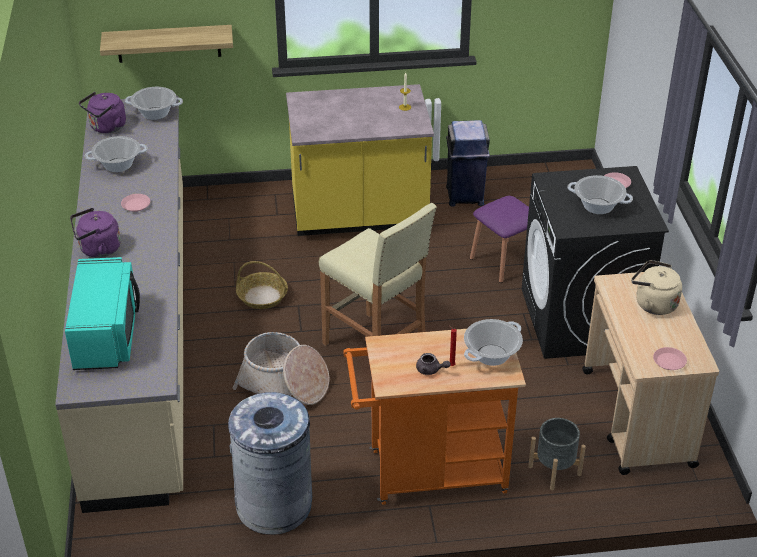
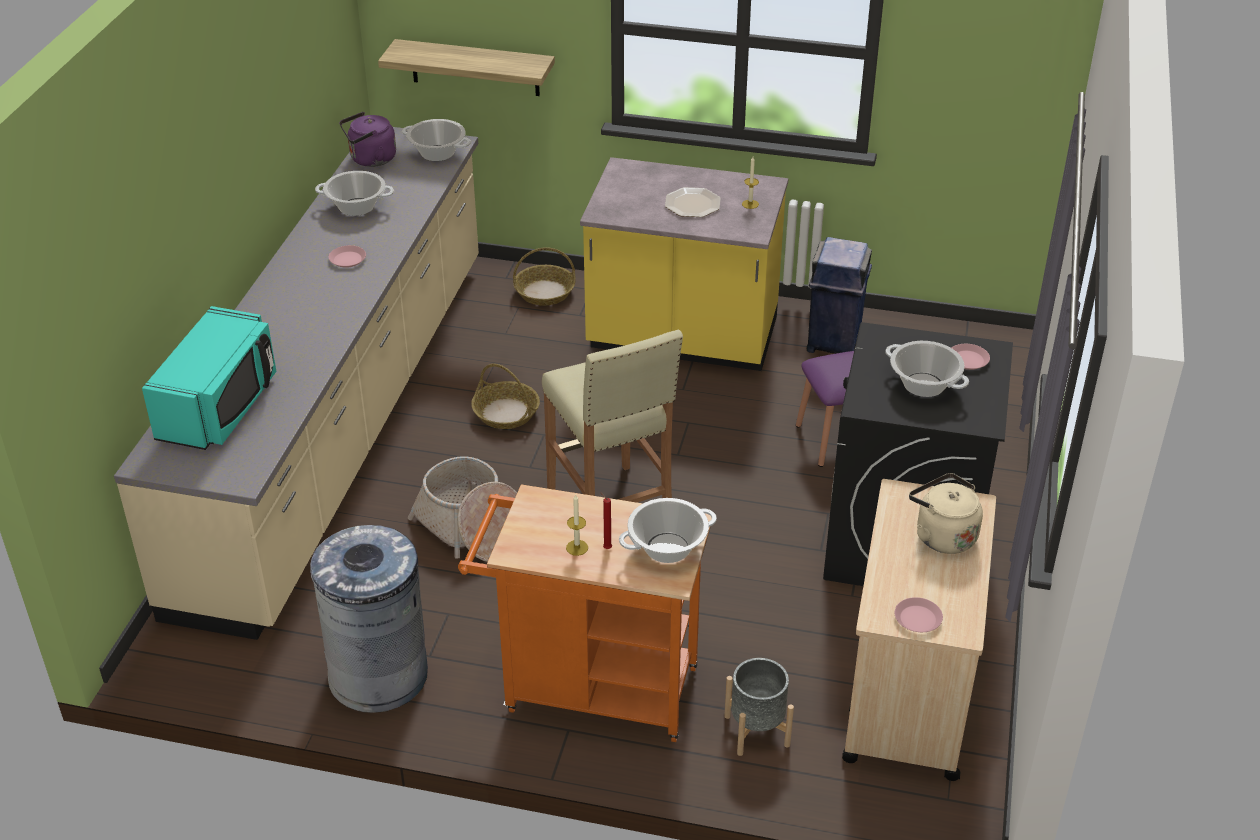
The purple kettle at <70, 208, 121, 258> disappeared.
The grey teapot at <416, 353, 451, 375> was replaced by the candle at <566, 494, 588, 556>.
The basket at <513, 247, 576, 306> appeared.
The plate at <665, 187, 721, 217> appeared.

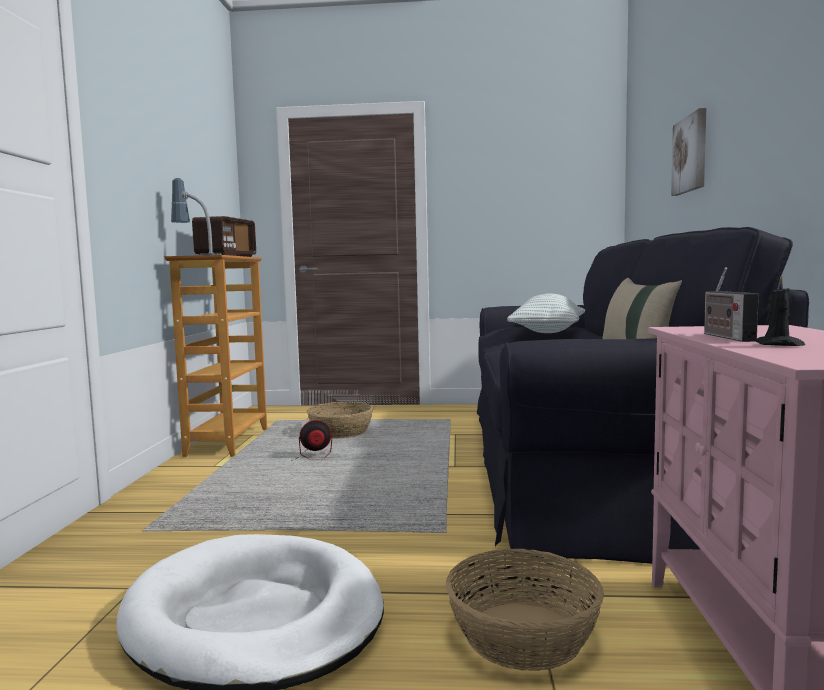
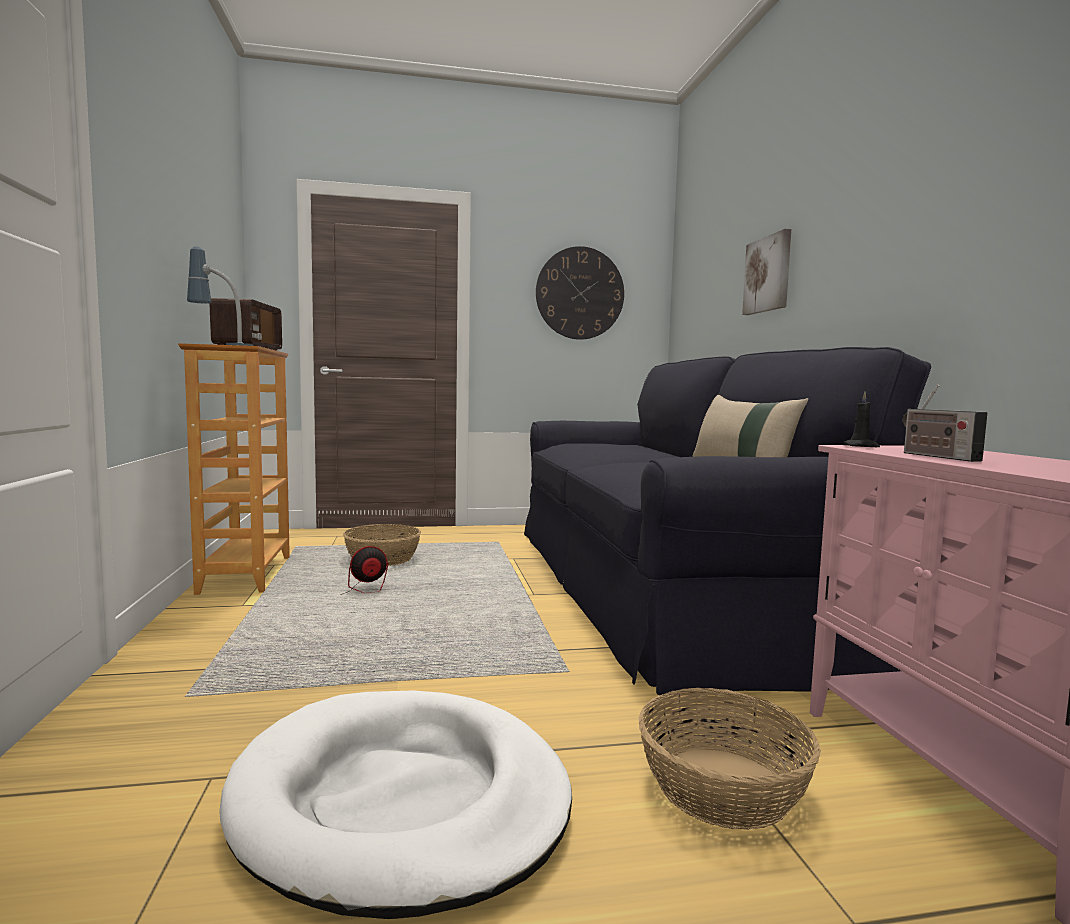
The pillow at <507, 293, 585, 333> disappeared.
The black candle moved from <756, 275, 805, 346> to <843, 392, 880, 447>.
The wall clock at <536, 246, 624, 340> appeared.

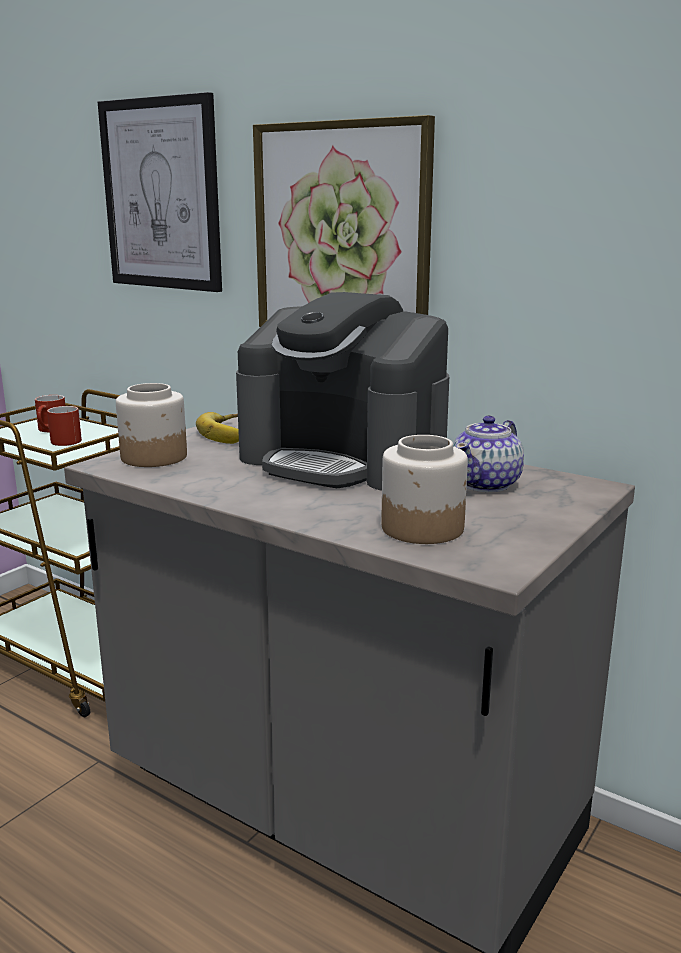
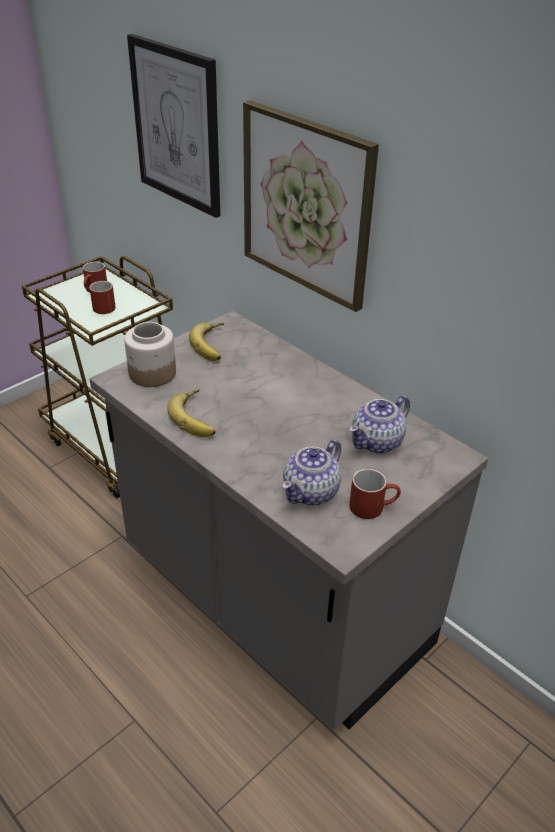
The coffee machine at <236, 292, 449, 491> disappeared.
The jar at <381, 435, 468, 544> was replaced by the teapot at <282, 440, 341, 506>.
The banana at <167, 389, 216, 438> appeared.
The red mug at <349, 469, 401, 519> appeared.

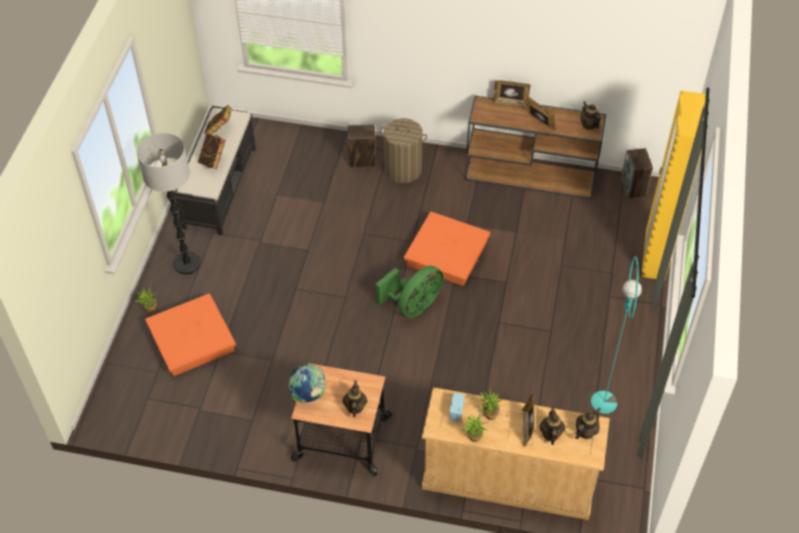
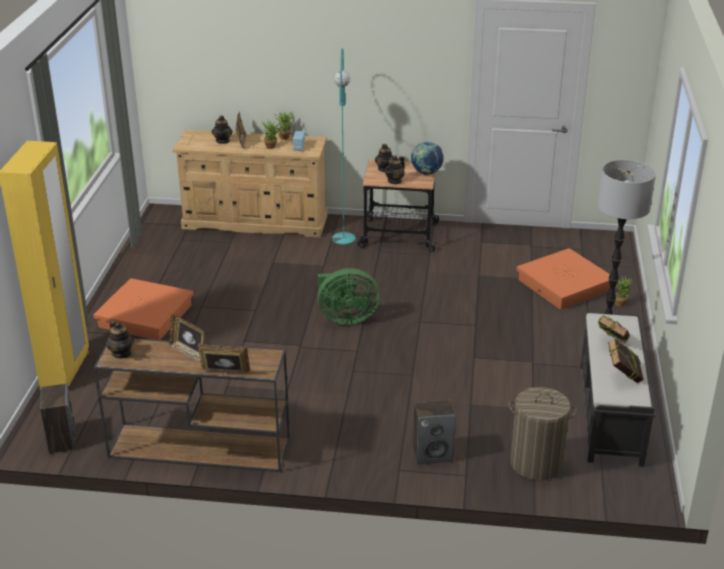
The green fan at <375, 266, 444, 318> turned 135 degrees counterclockwise.
The laundry basket moved from <380, 118, 427, 183> to <509, 387, 577, 480>.
The orange storage box moved from <404, 211, 490, 286> to <93, 278, 194, 340>.
The teapot moved from <575, 408, 600, 439> to <385, 155, 405, 184>.
The turquoise floor lamp moved from <591, 256, 642, 414> to <332, 49, 356, 245>.

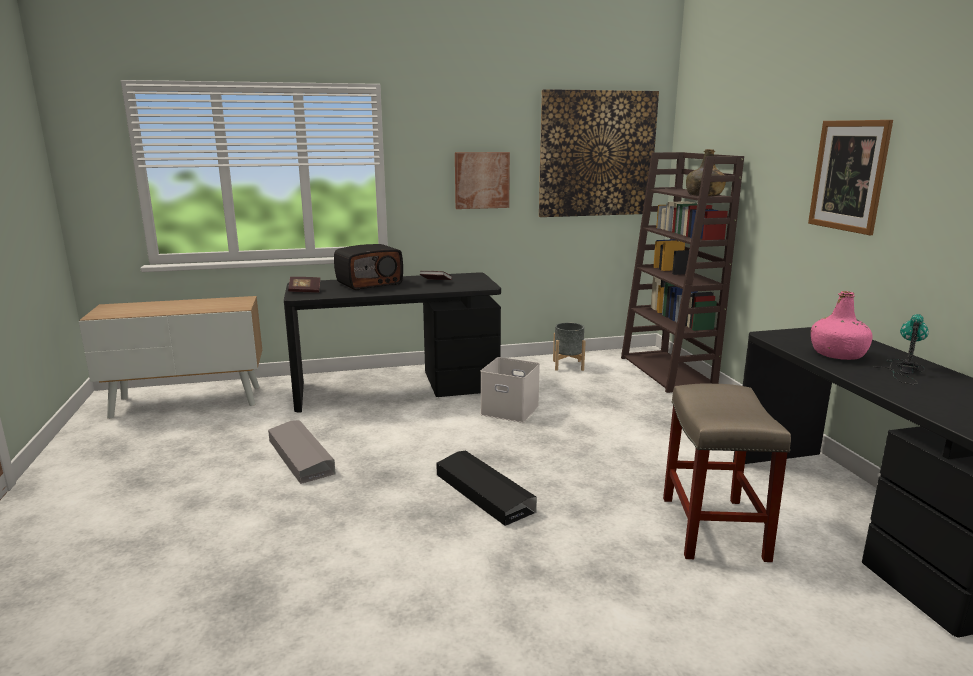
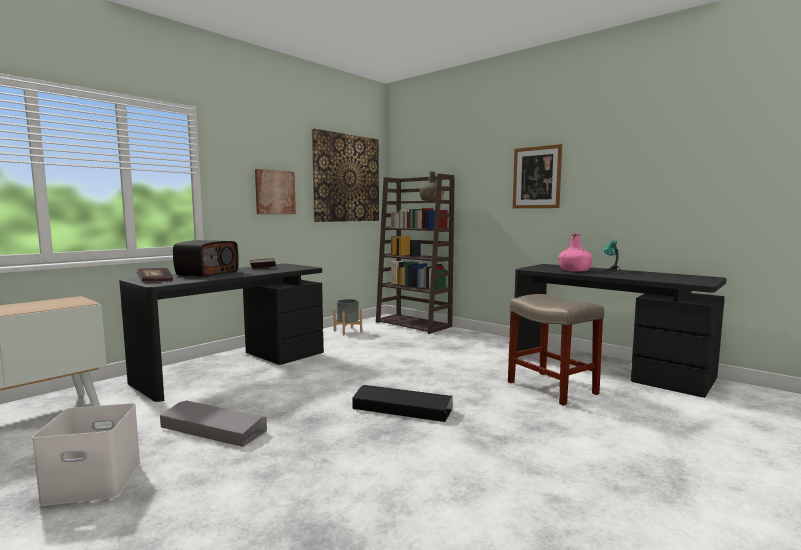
The white storage box moved from <480, 357, 540, 423> to <32, 403, 141, 506>.

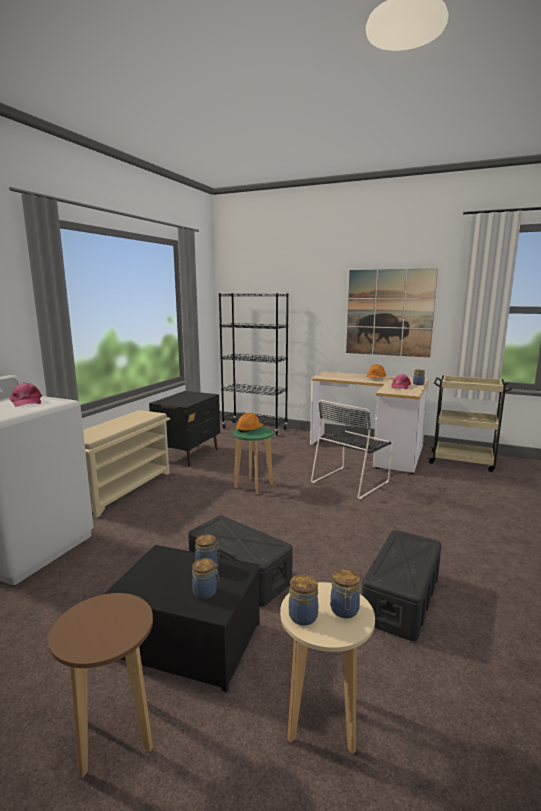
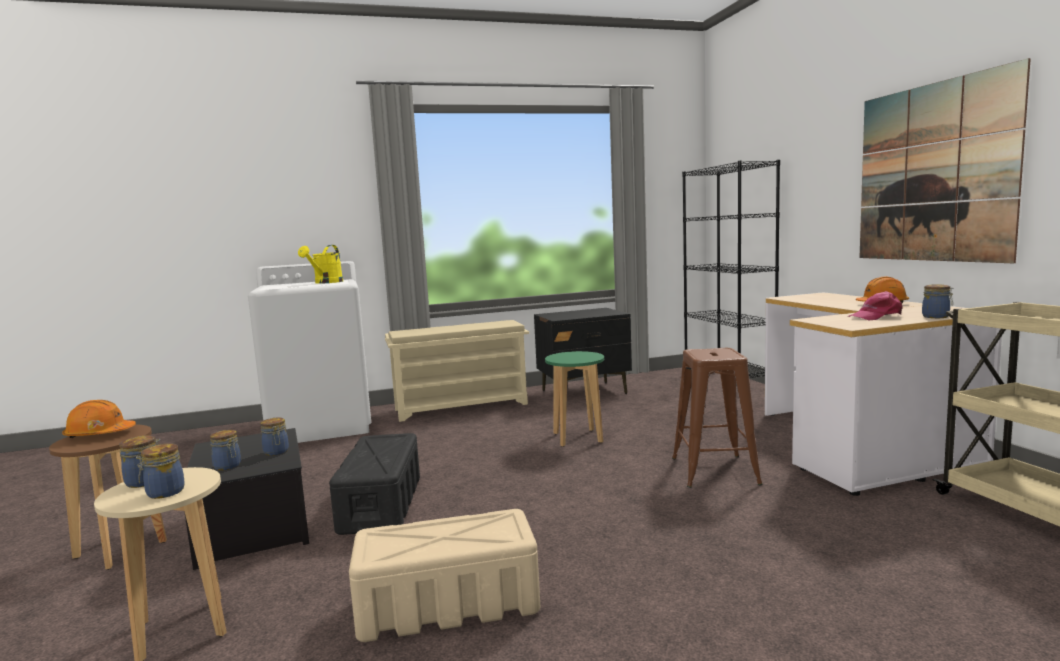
The pink cap at <10, 382, 42, 407> was replaced by the yellow watering can at <298, 245, 343, 284>.
The orange hard hat moved from <236, 413, 263, 433> to <62, 400, 136, 438>.
The black chair at <311, 400, 393, 499> was replaced by the brown stool at <672, 348, 763, 488>.
The black storage box at <362, 530, 442, 641> became the beige storage box at <349, 509, 540, 642>.

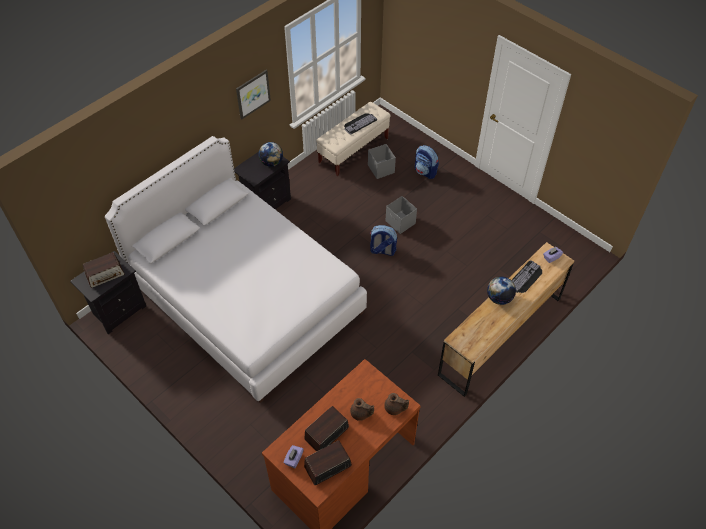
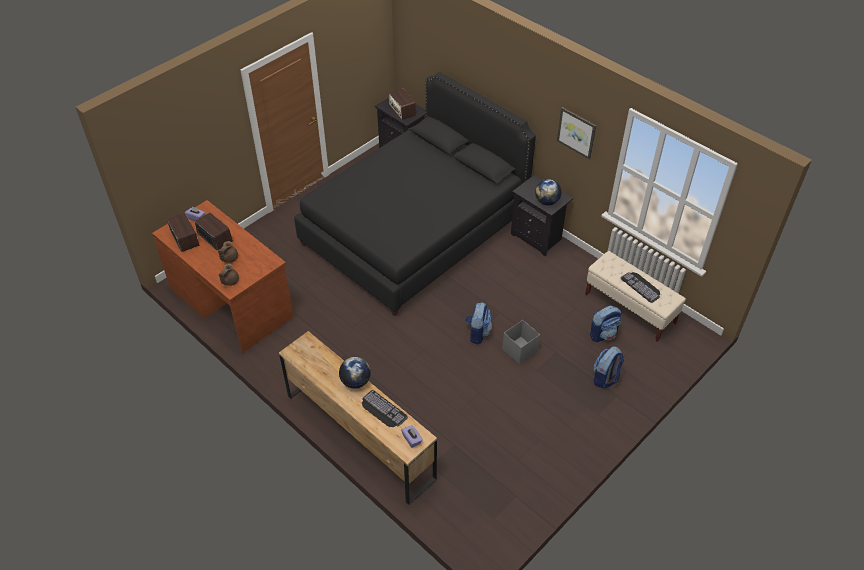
The white bed at <105, 136, 367, 403> became the black bed at <294, 72, 536, 316>.
The grey storage box at <368, 144, 396, 179> was replaced by the backpack at <590, 305, 621, 342>.

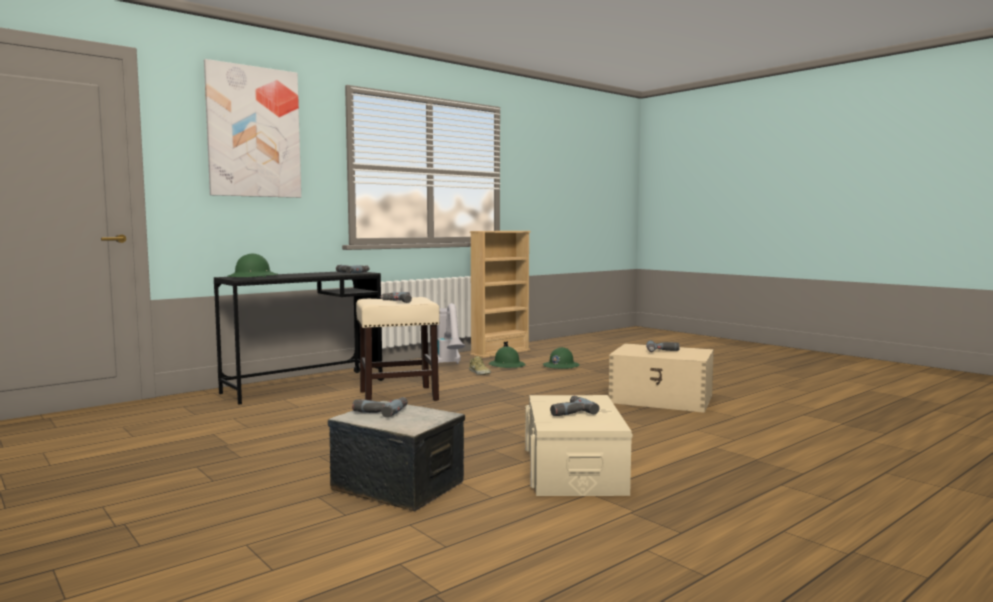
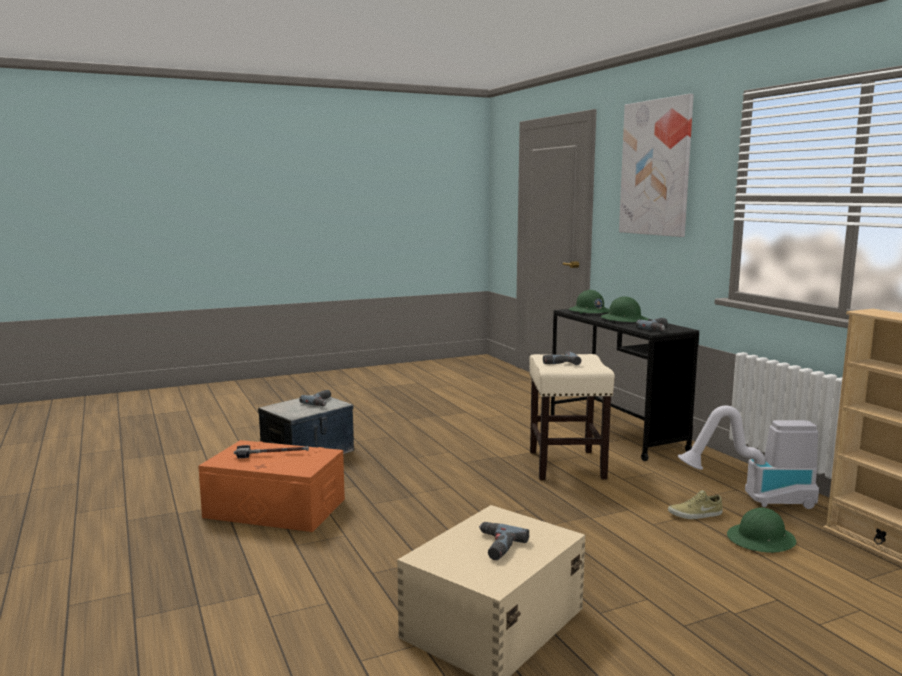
The beige storage box at <525, 395, 633, 496> became the orange storage box at <198, 440, 345, 532>.
The green hard hat moved from <543, 347, 580, 369> to <601, 296, 649, 322>.
The power drill at <550, 396, 600, 416> was replaced by the hammer at <234, 445, 309, 458>.

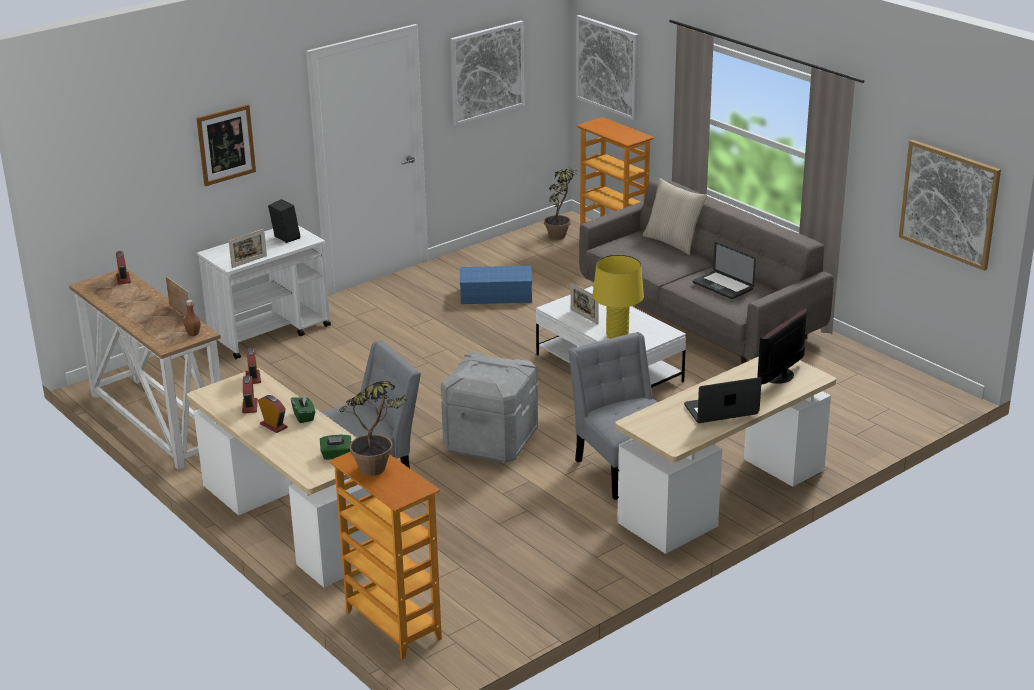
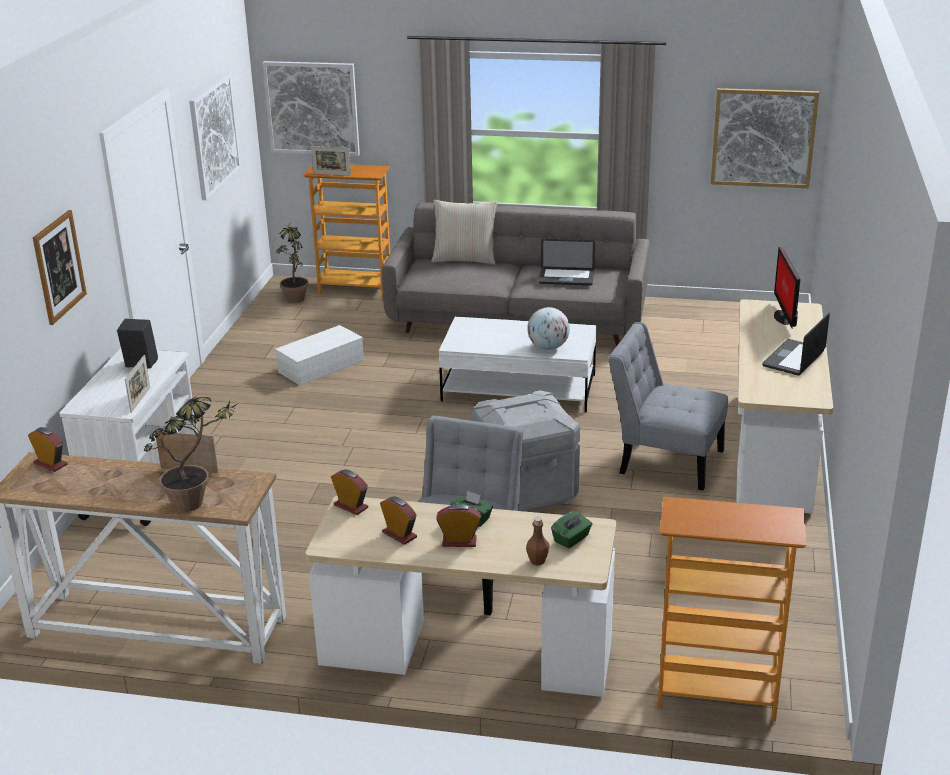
The brown bottle moved from <184, 300, 200, 336> to <526, 516, 549, 566>.
The potted plant moved from <339, 381, 407, 476> to <143, 397, 237, 512>.
The blue storage box at <460, 266, 532, 304> became the white storage box at <275, 325, 364, 386>.
The picture frame moved from <571, 283, 599, 324> to <311, 146, 351, 176>.
The yellow table lamp at <592, 255, 644, 339> was replaced by the globe at <527, 307, 570, 350>.

